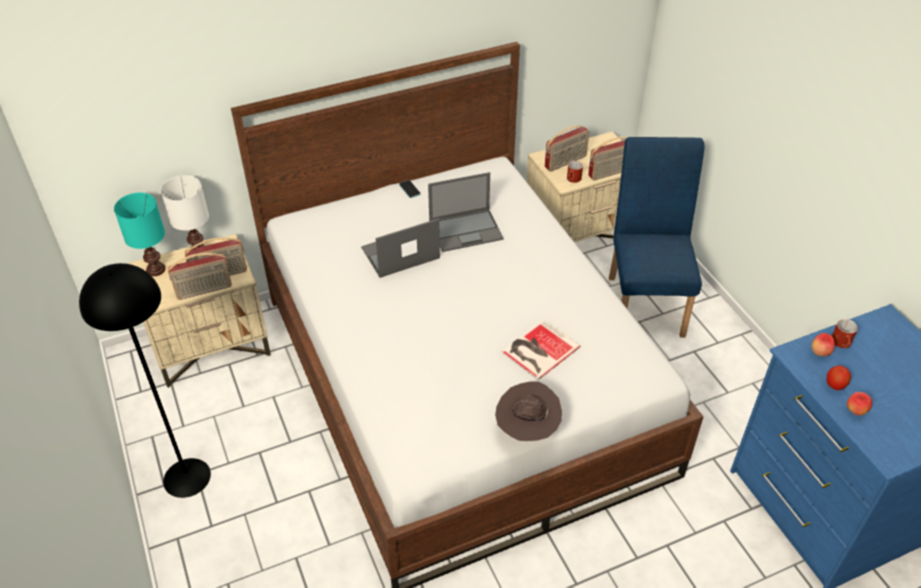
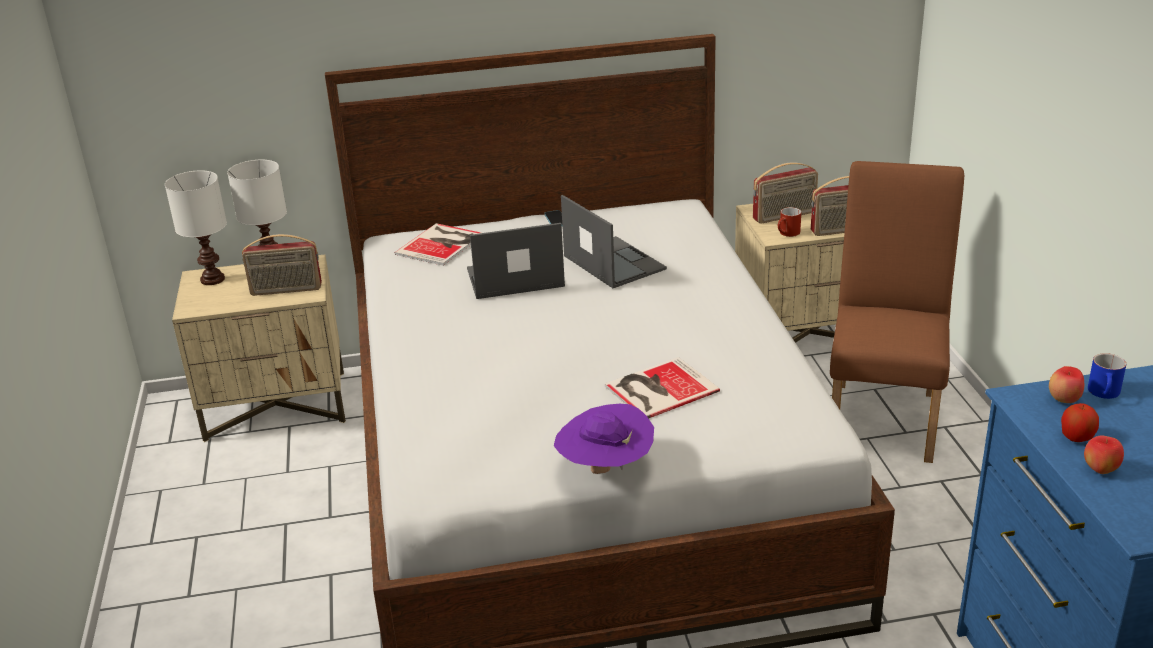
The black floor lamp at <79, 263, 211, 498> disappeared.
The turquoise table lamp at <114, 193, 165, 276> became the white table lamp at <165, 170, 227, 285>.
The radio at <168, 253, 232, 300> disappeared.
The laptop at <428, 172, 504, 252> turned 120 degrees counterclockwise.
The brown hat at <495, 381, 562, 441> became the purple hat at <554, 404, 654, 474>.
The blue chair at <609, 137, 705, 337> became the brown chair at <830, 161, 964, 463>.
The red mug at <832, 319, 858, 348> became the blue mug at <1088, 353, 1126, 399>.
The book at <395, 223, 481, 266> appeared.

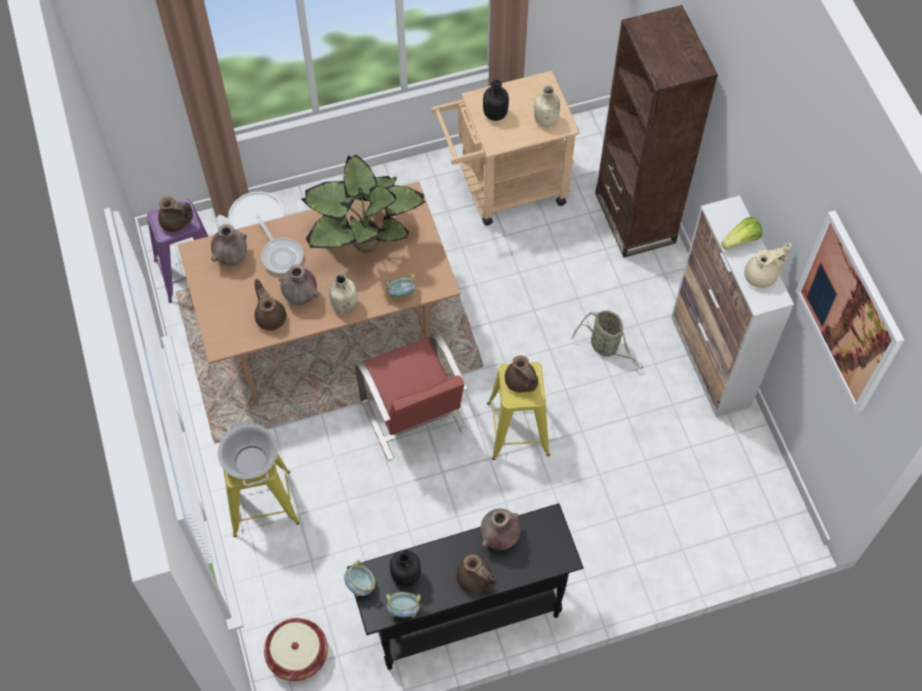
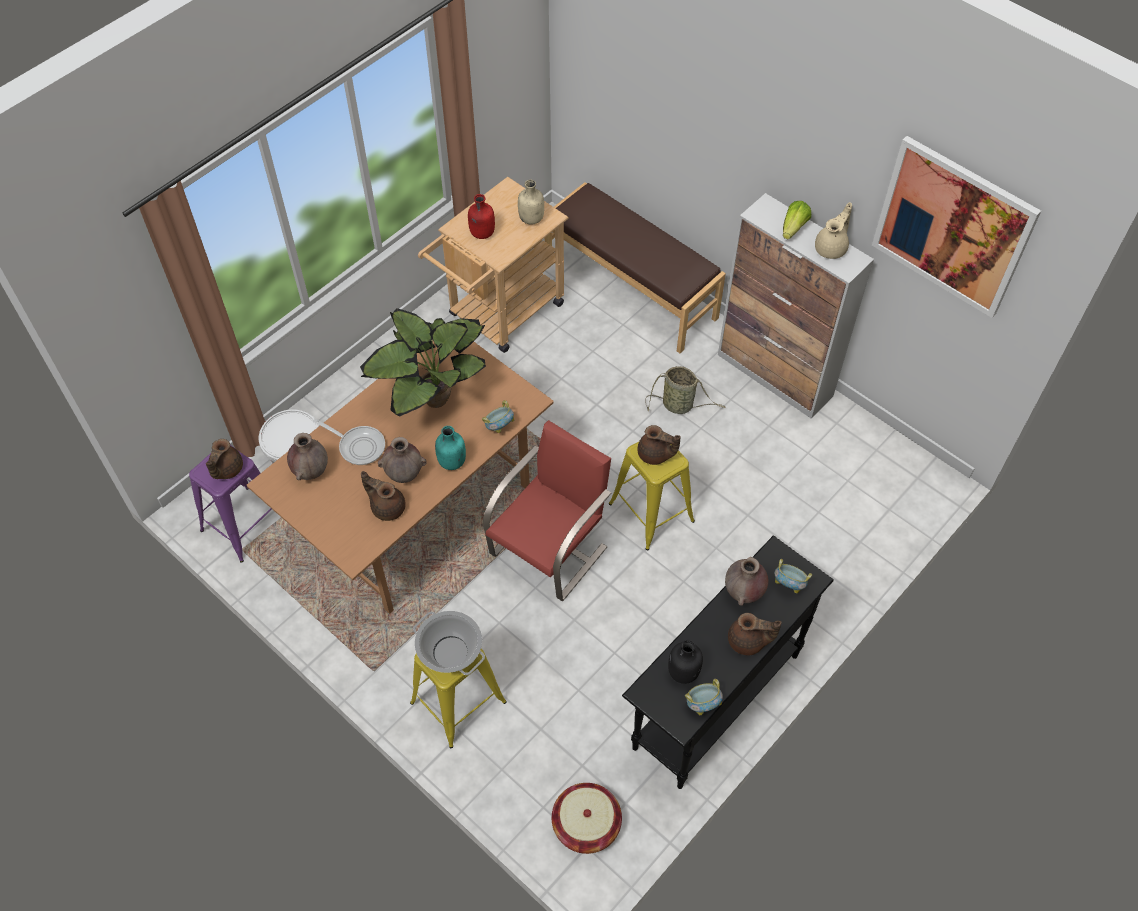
The brown teapot at <158, 197, 193, 232> turned 120 degrees clockwise.
The beige bottle at <329, 274, 357, 313> became the turquoise bottle at <435, 426, 466, 470>.
The bowl moved from <344, 560, 375, 597> to <775, 559, 812, 593>.
The red chair at <355, 333, 468, 461> turned 90 degrees counterclockwise.
The black bottle at <483, 80, 509, 121> became the red bottle at <468, 194, 495, 239>.
The brown bookcase at <595, 5, 718, 257> was replaced by the brown bench at <544, 182, 726, 353>.

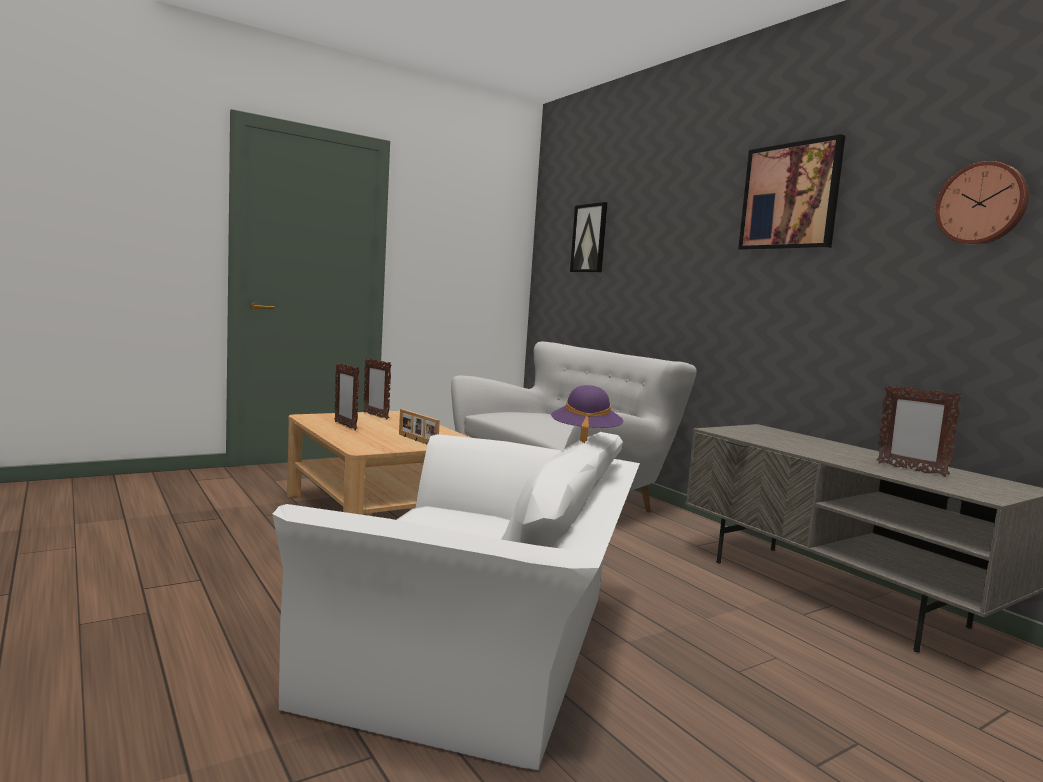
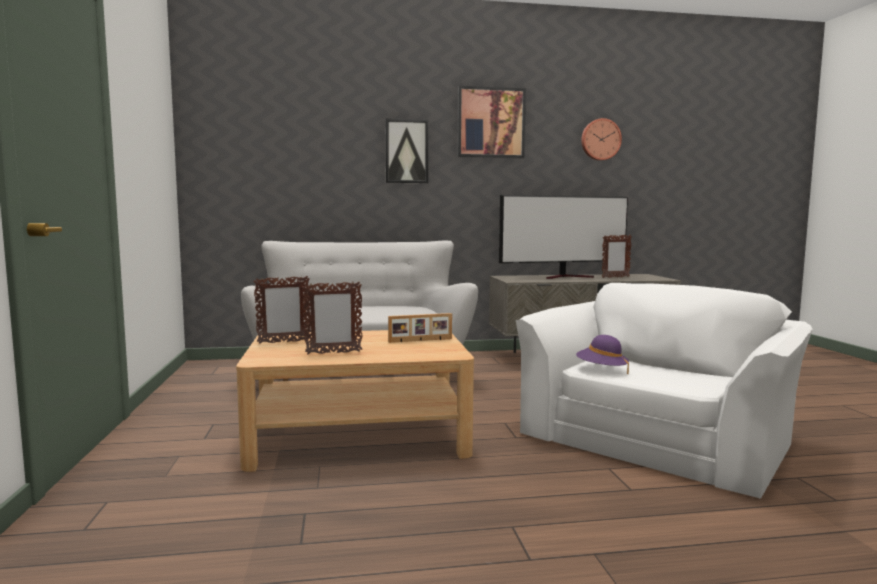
The purple hat moved from <551, 385, 623, 443> to <576, 335, 629, 374>.
The picture moved from <570, 202, 607, 273> to <385, 118, 428, 183>.
The television at <499, 195, 628, 279> appeared.

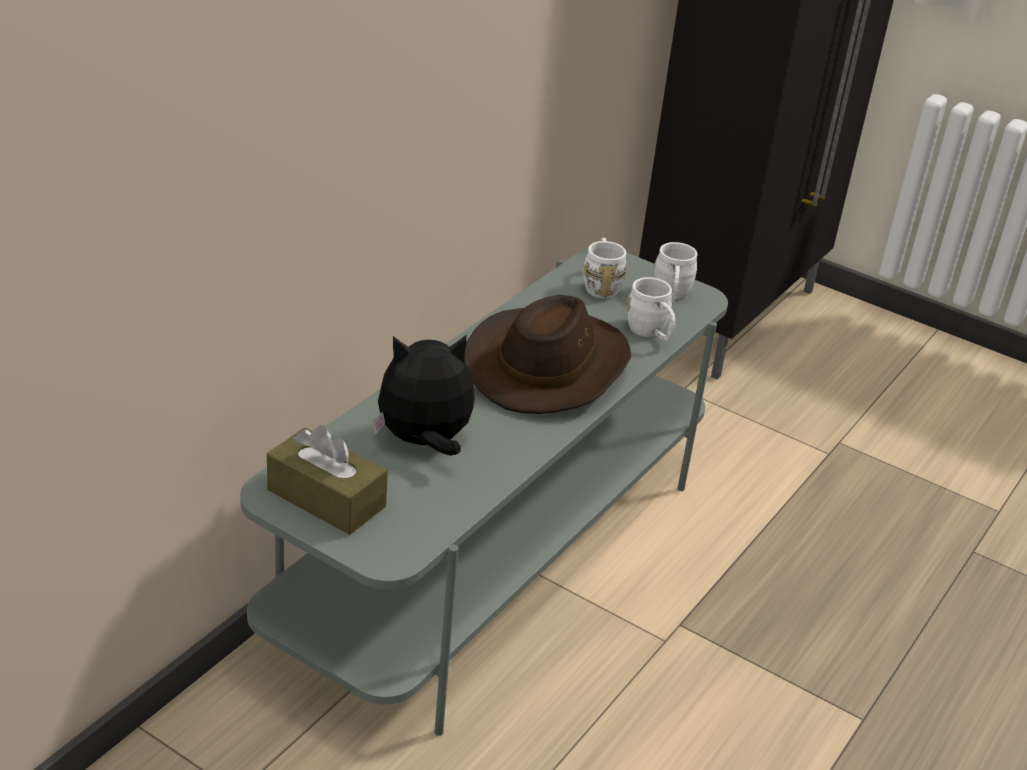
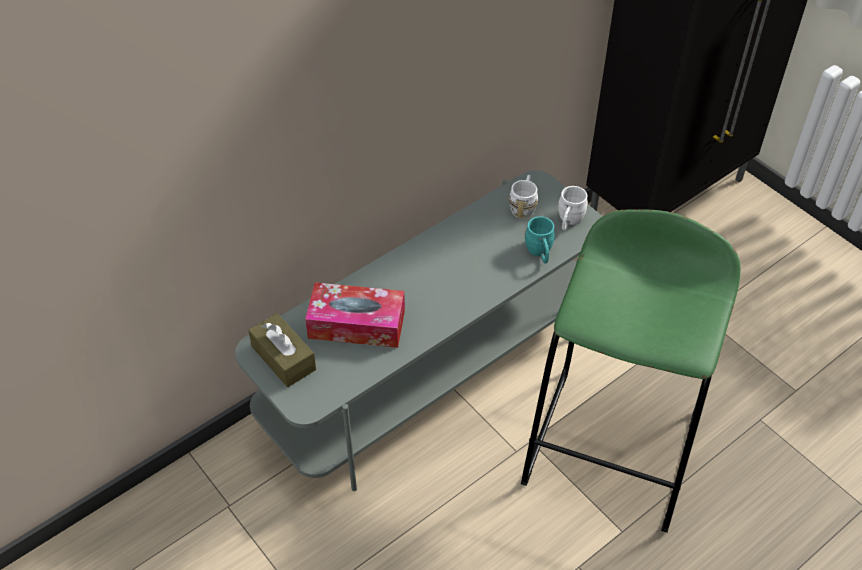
The plush toy at <372, 334, 475, 456> was replaced by the tissue box at <305, 282, 405, 348>.
The brown hat at <464, 295, 631, 414> disappeared.
The white mug at <627, 277, 676, 341> became the turquoise mug at <525, 216, 555, 263>.
The green stool at <521, 209, 741, 533> appeared.

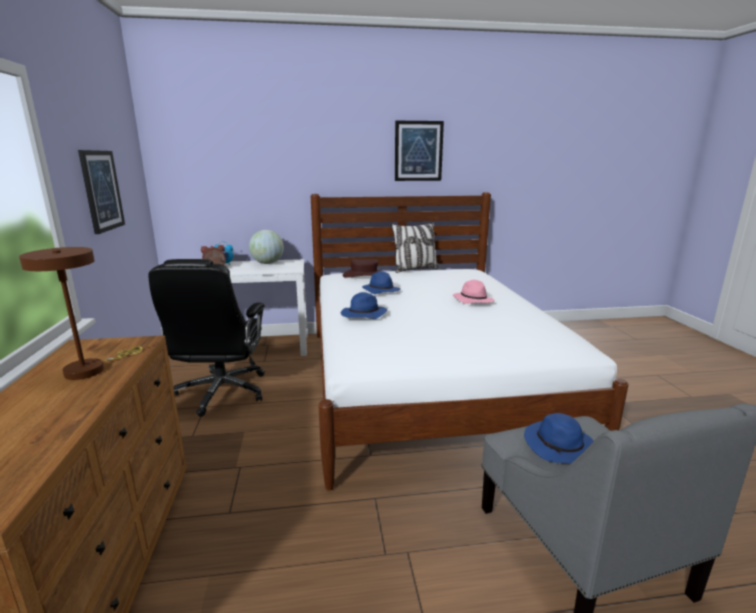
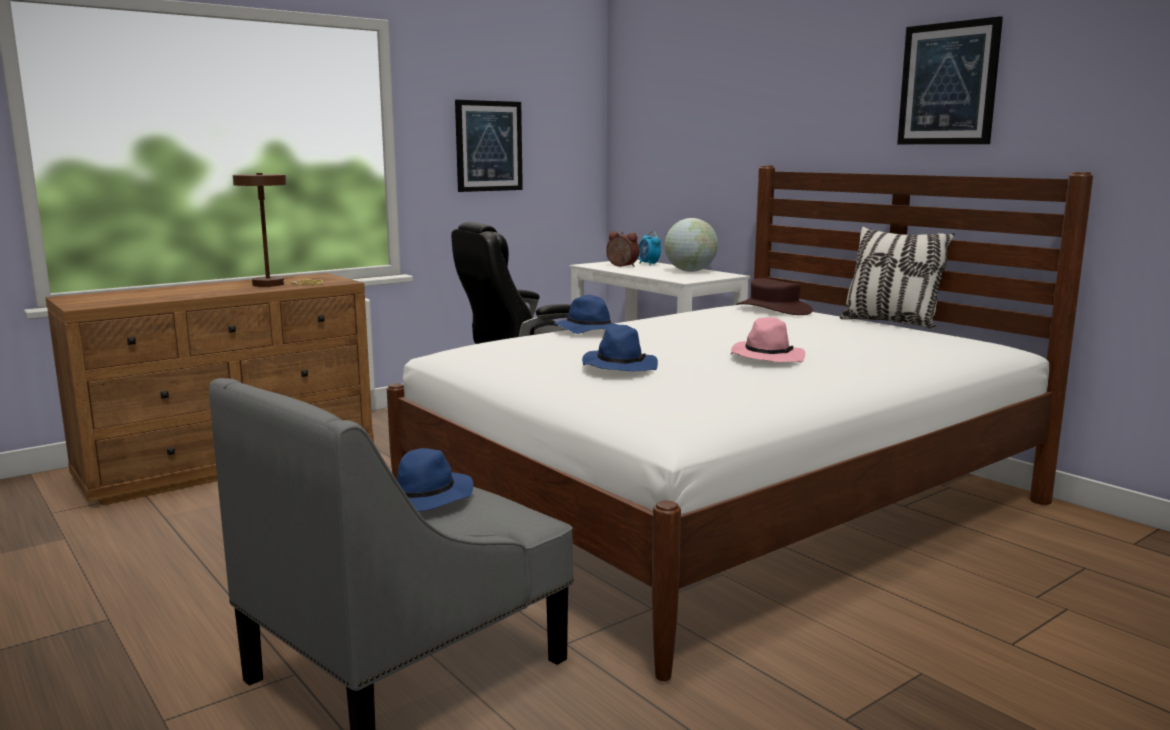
The blue hat moved from <362, 271, 401, 294> to <582, 325, 658, 371>.

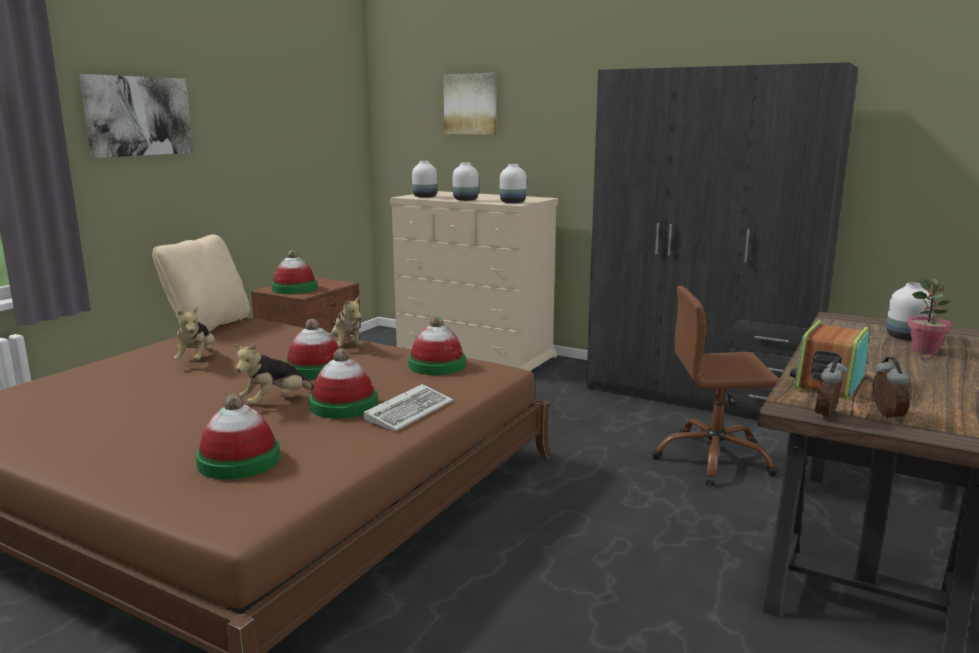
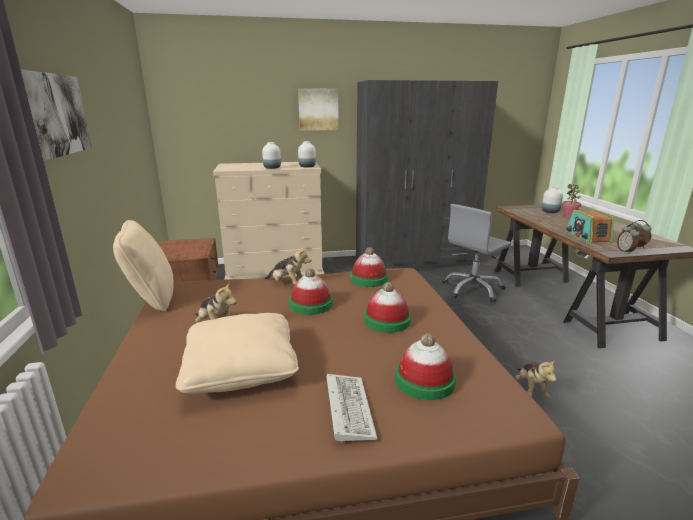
The plush toy moved from <233, 343, 314, 405> to <516, 359, 556, 399>.
The hat at <271, 250, 318, 294> disappeared.
The keyboard moved from <363, 384, 453, 431> to <327, 374, 378, 442>.
The white vase at <412, 161, 437, 198> disappeared.
The picture moved from <443, 73, 496, 135> to <298, 88, 339, 131>.
The brown office chair at <651, 286, 779, 486> became the grey office chair at <442, 204, 511, 303>.
The beige pillow at <176, 313, 299, 394> appeared.

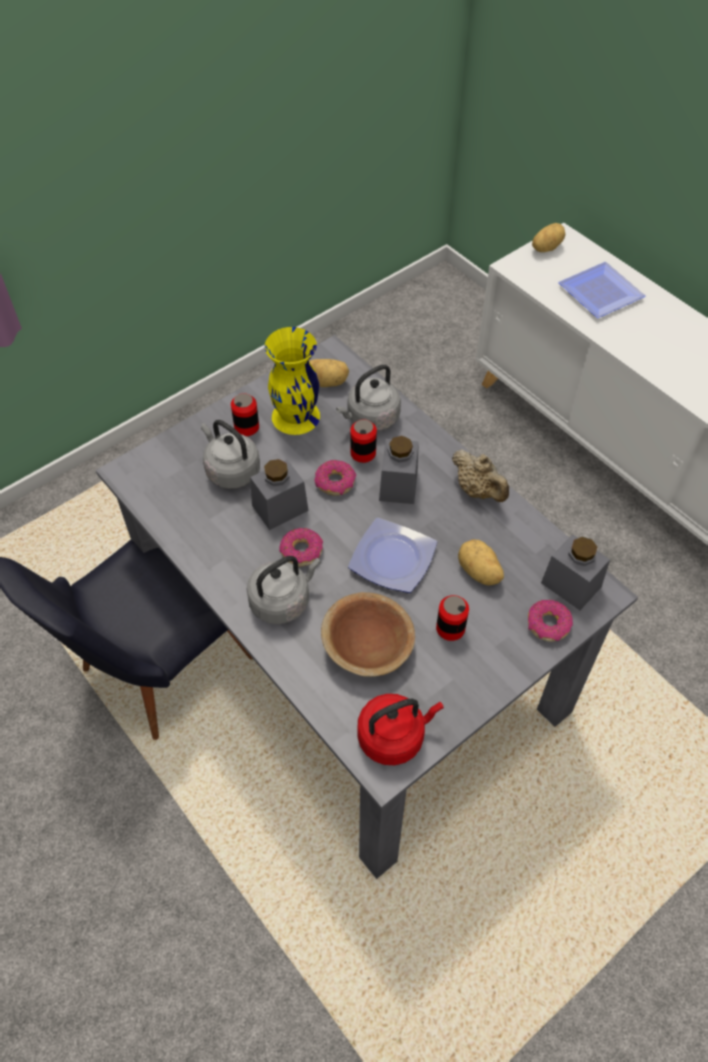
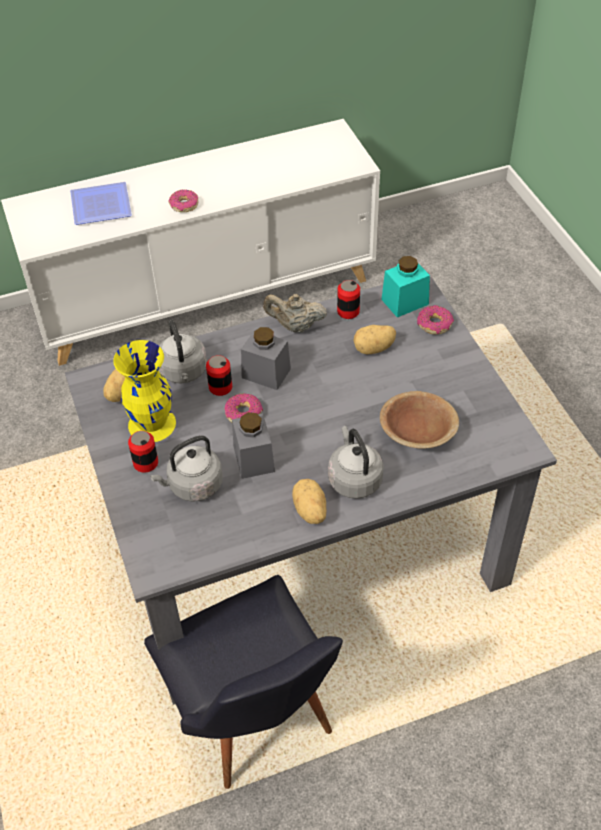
The donut moved from <279, 528, 323, 567> to <168, 190, 199, 212>.
The plate at <348, 518, 437, 593> disappeared.
The red kettle at <357, 694, 444, 765> disappeared.
The can moved from <436, 595, 469, 641> to <337, 280, 360, 319>.
The beige teapot at <452, 449, 509, 502> turned 150 degrees counterclockwise.
The potato moved from <532, 223, 565, 252> to <292, 479, 326, 524>.
The grey jar at <541, 534, 610, 610> became the turquoise jar at <381, 256, 430, 317>.

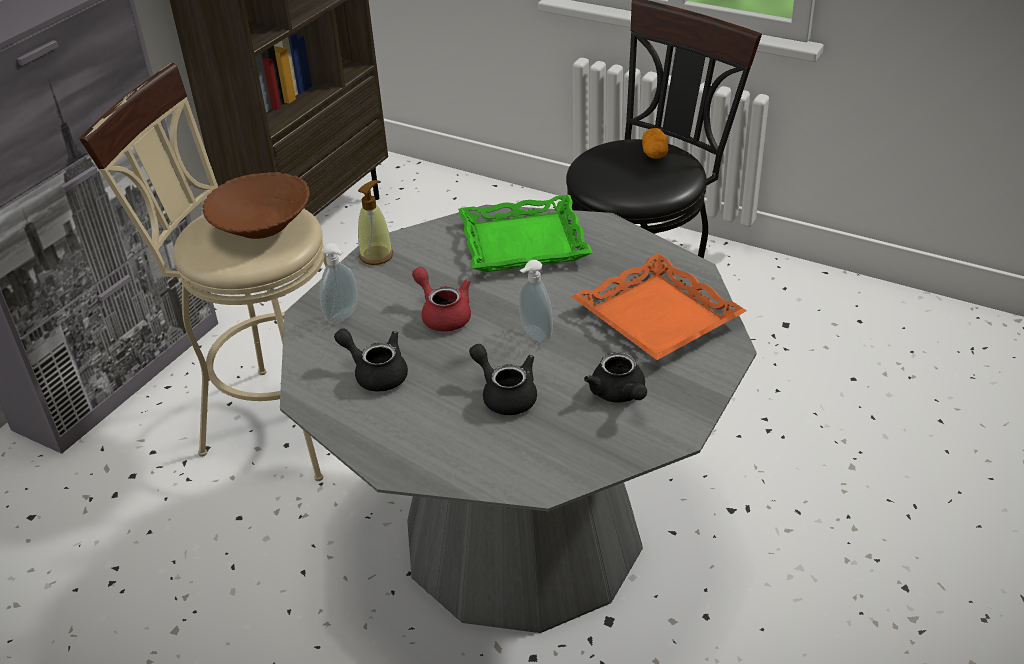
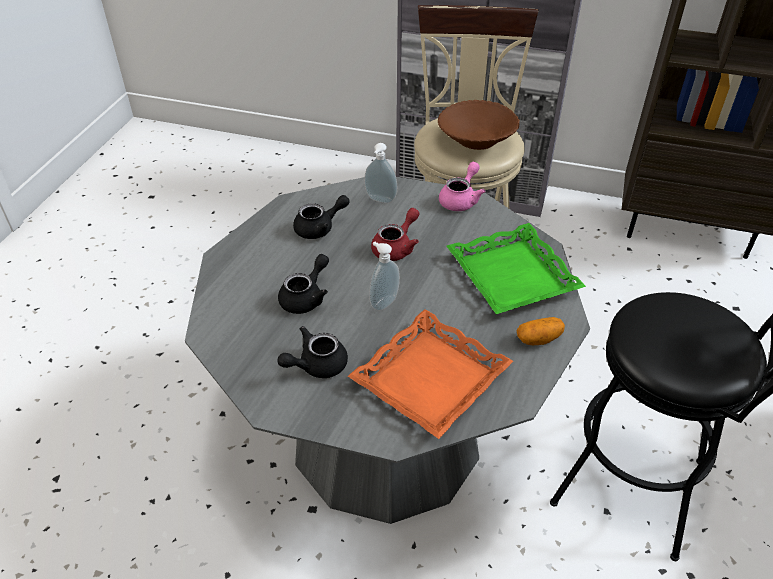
The black teapot at <334, 328, 408, 391> turned 45 degrees clockwise.
The soap dispenser at <358, 180, 394, 265> was replaced by the pink teapot at <439, 162, 485, 211>.
The potato moved from <642, 128, 668, 159> to <517, 317, 565, 345>.

